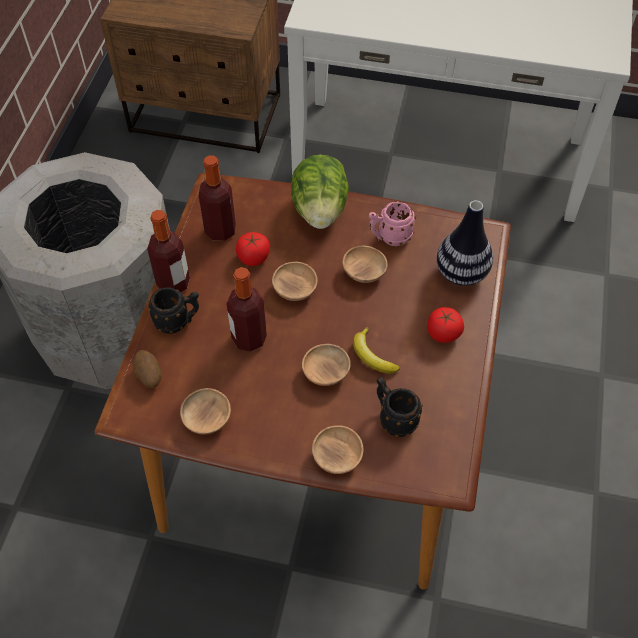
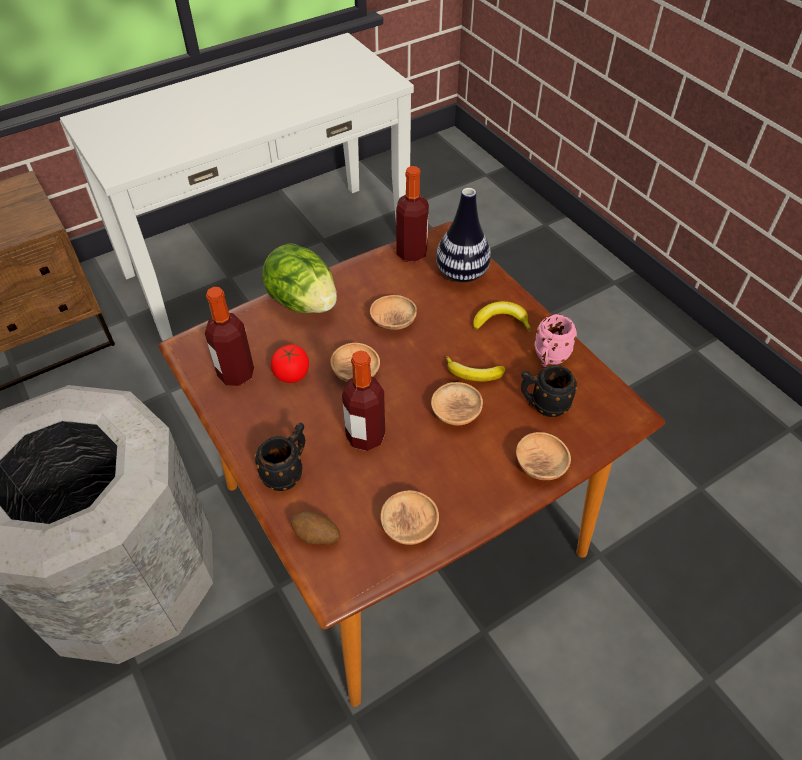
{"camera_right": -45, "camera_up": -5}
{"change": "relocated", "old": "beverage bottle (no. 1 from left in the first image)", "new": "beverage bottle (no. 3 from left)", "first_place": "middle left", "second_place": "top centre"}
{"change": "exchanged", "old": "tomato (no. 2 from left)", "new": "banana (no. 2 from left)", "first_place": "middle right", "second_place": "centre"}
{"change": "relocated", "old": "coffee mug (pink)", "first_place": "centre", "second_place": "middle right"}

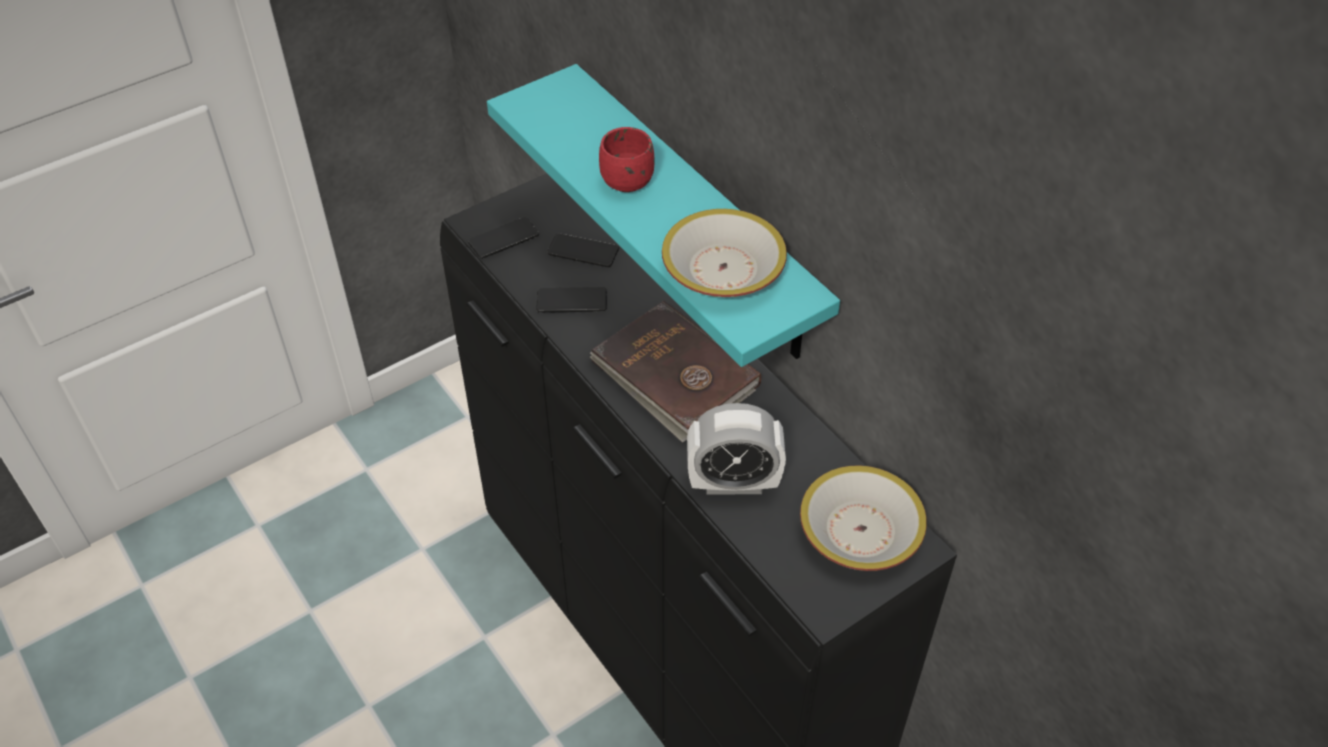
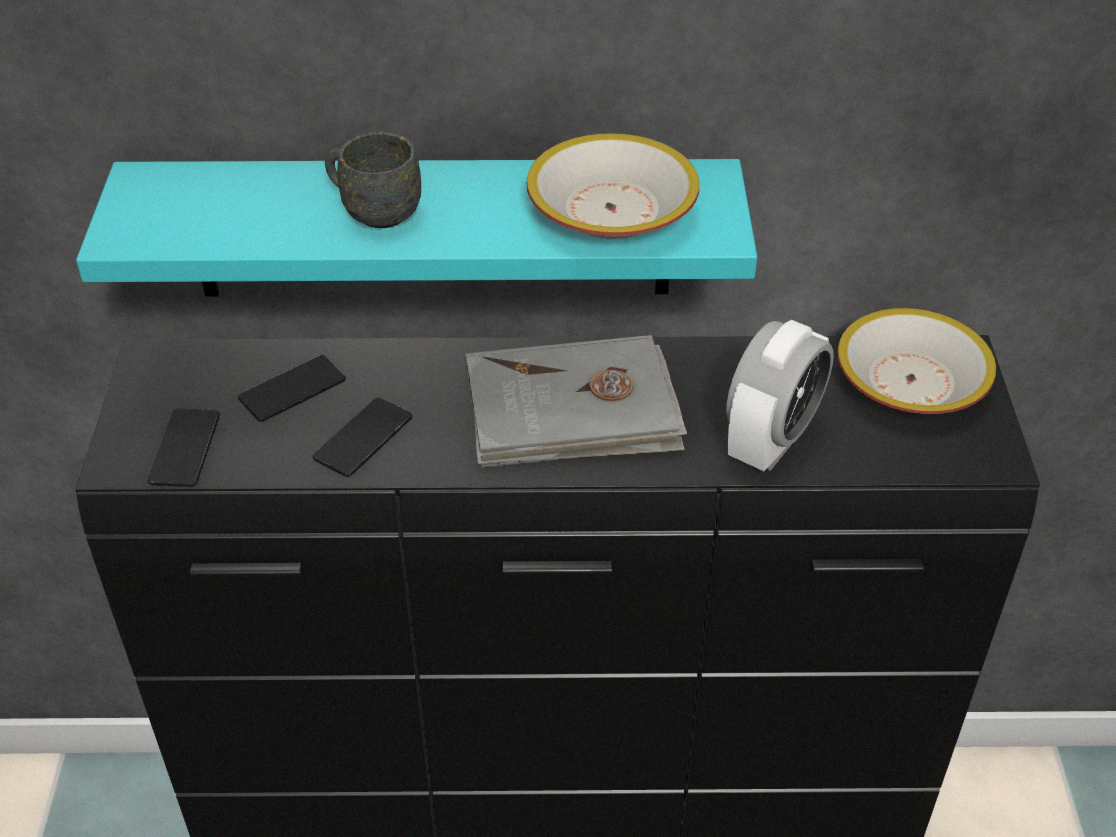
{"camera_right": -55, "camera_up": -5}
{"change": "colour", "old": "coffee mug (red)", "new": "coffee mug (grey)", "first_place": "top centre", "second_place": "top centre"}
{"change": "colour", "old": "book (brown)", "new": "book (grey)", "first_place": "centre", "second_place": "centre"}

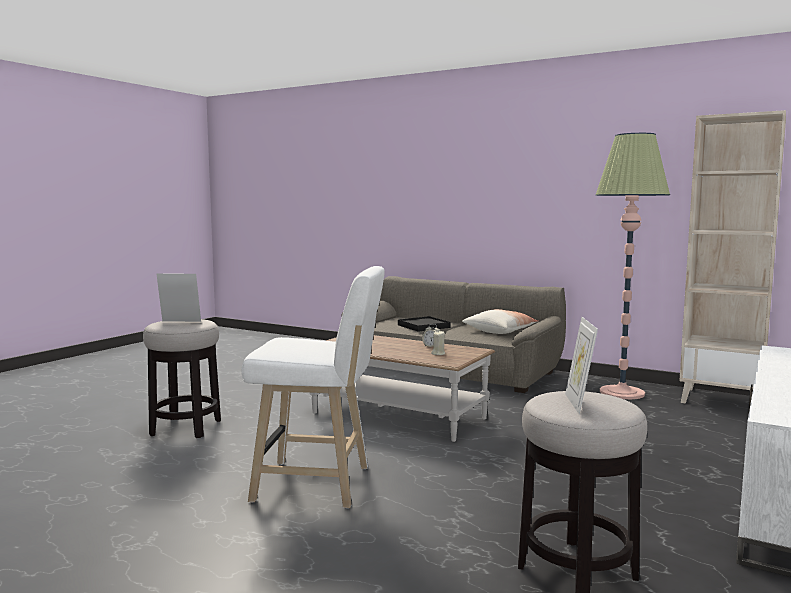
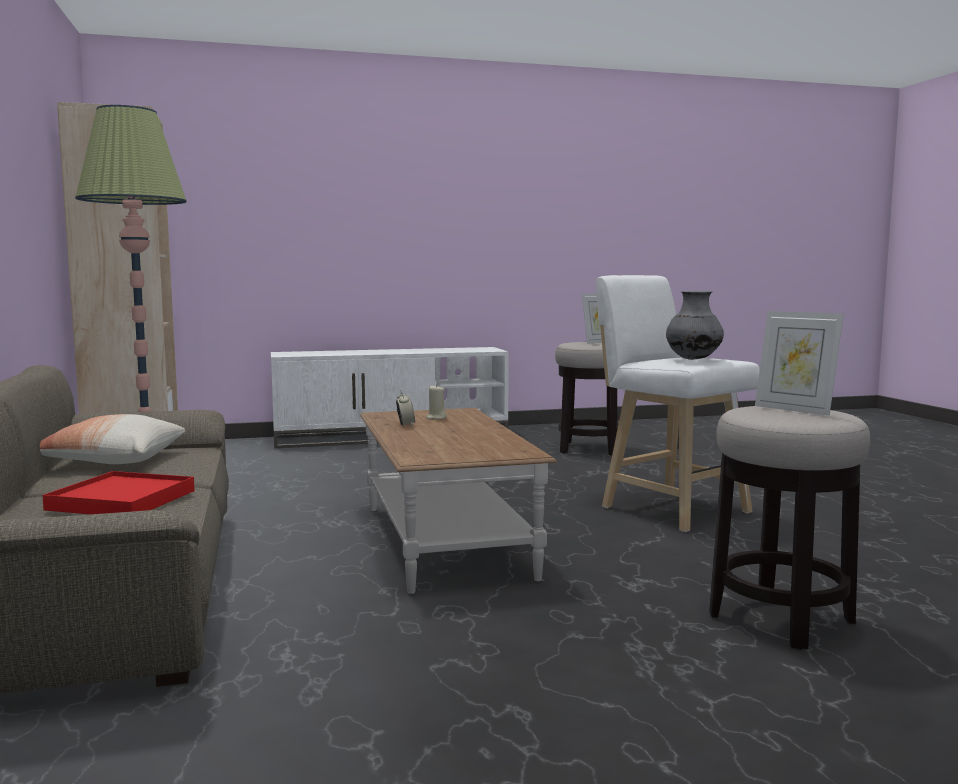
{"camera_right": -135, "camera_up": 0}
{"change": "colour", "old": "serving tray (blackish)", "new": "serving tray (red)", "first_place": "centre", "second_place": "middle left"}
{"change": "appeared", "new": "flower vase (grey)", "second_place": "middle right"}

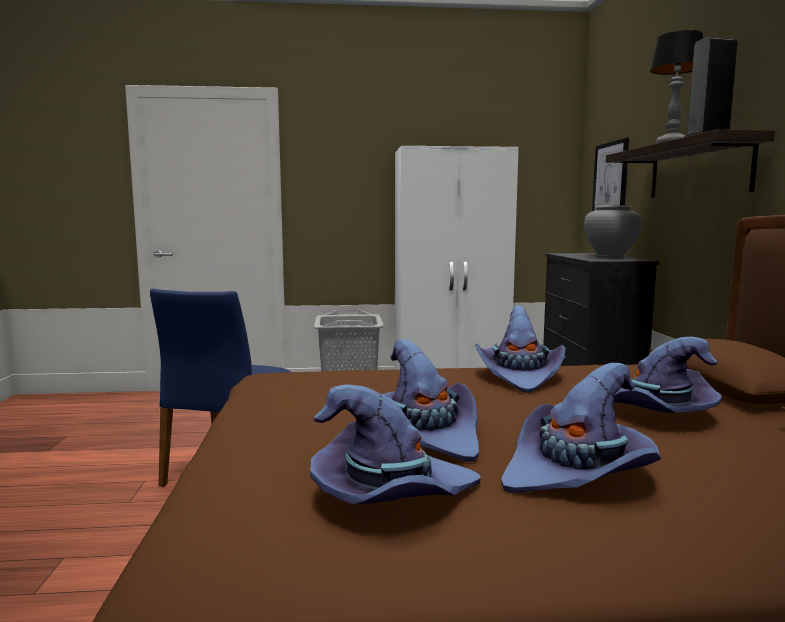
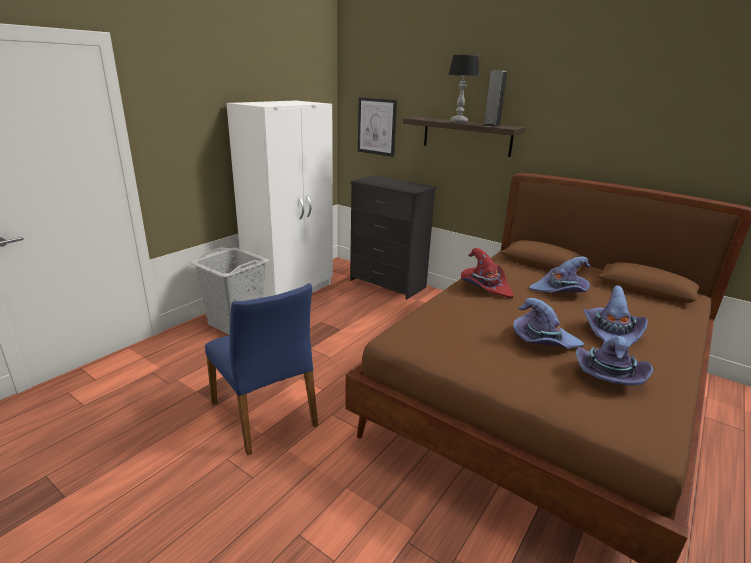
{"camera_right": -50, "camera_up": 15}
{"change": "colour", "old": "hat (purple-coloured) (no. 3 from left)", "new": "hat (red)", "first_place": "centre", "second_place": "centre"}
{"change": "missing", "old": "flower vase (grey)", "first_place": "middle right"}

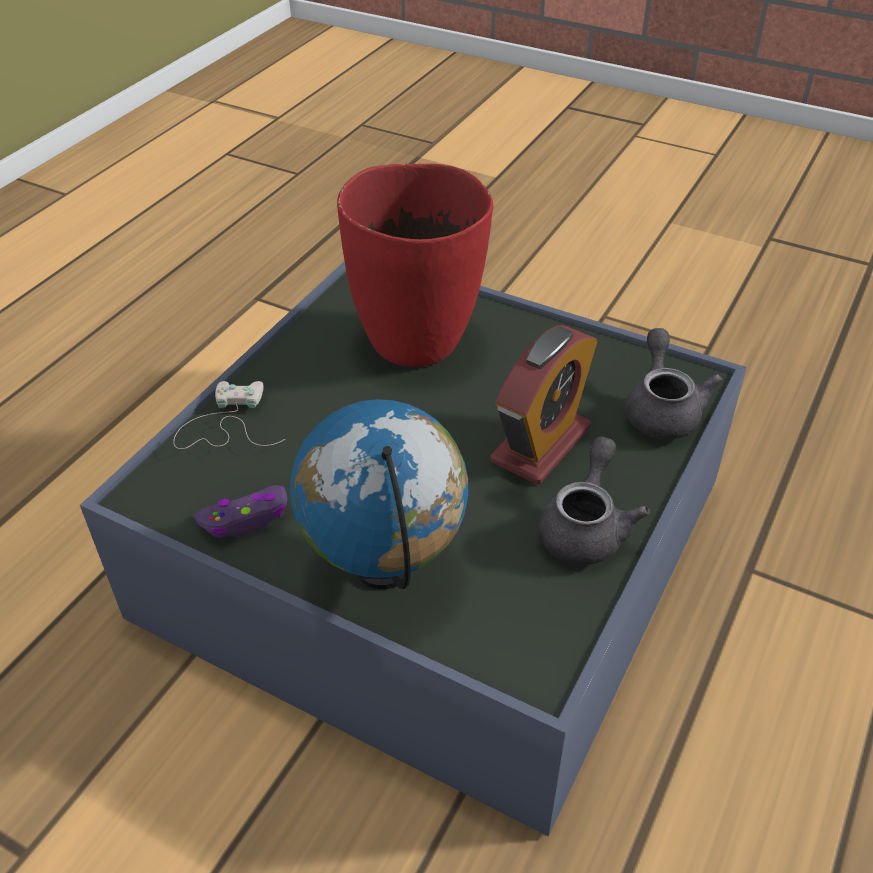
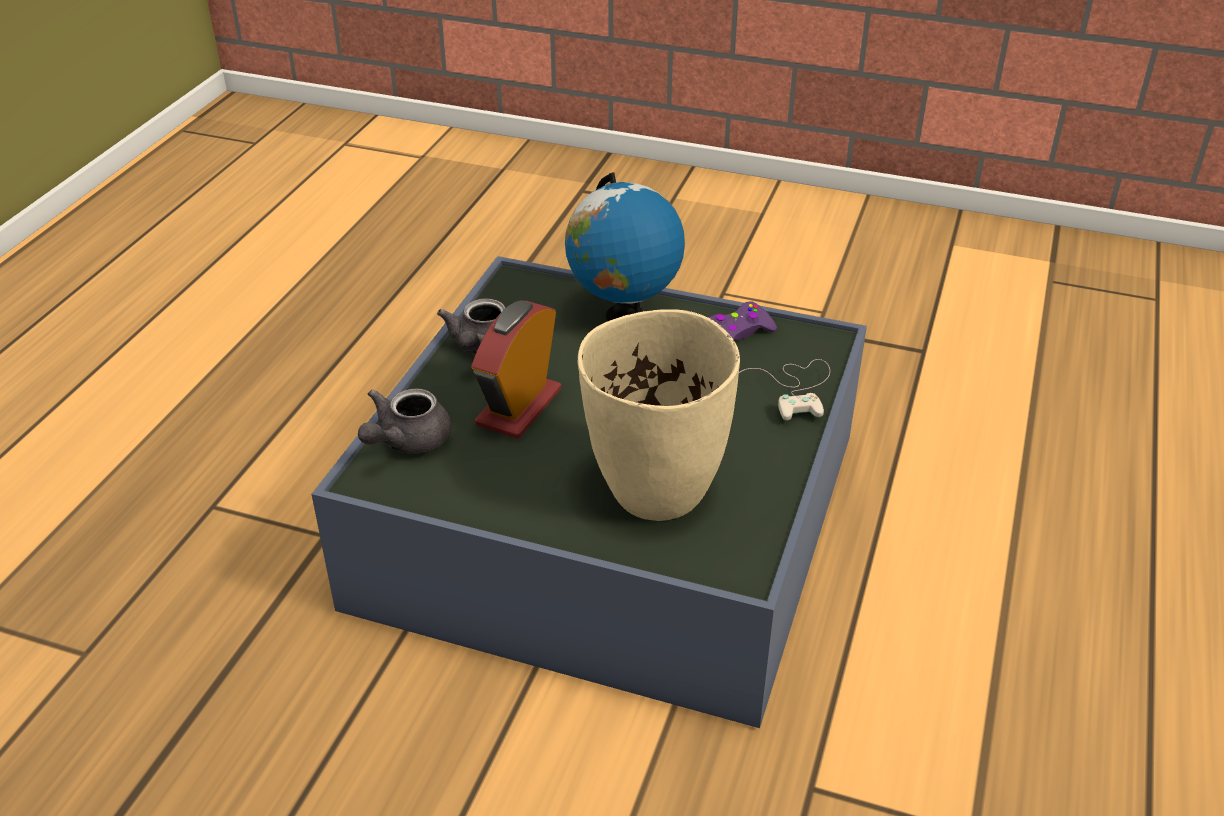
{"camera_right": 170, "camera_up": -5}
{"change": "spun", "old": "tea pot (grey) (no. 2 from left in the first image)", "first_place": "middle right", "second_place": "middle left", "degrees": 45}
{"change": "colour", "old": "flower vase (red)", "new": "flower vase (beige)", "first_place": "top centre", "second_place": "centre"}

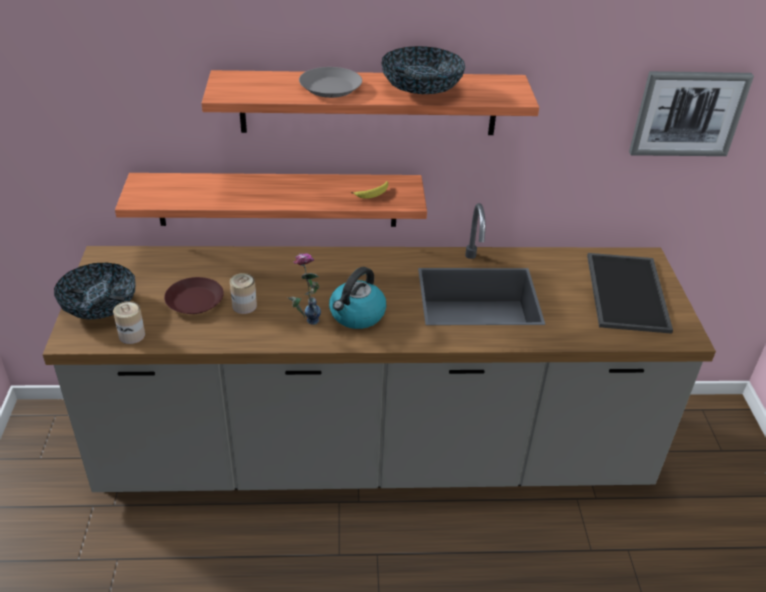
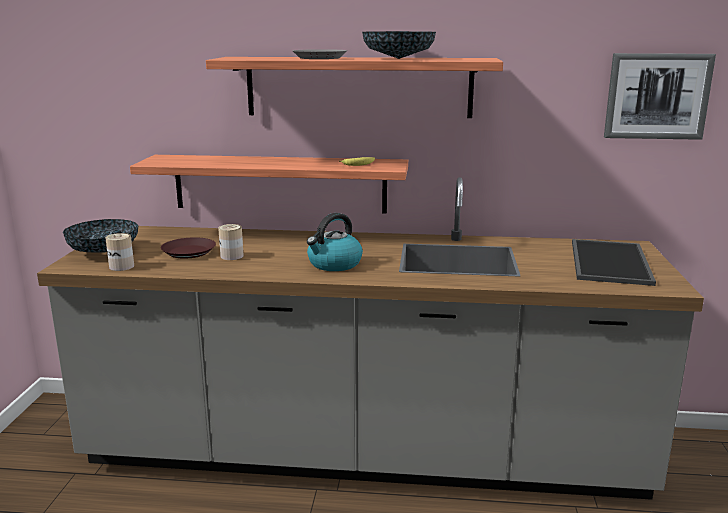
{"camera_right": 10, "camera_up": -20}
{"change": "missing", "old": "flower vase", "first_place": "centre"}

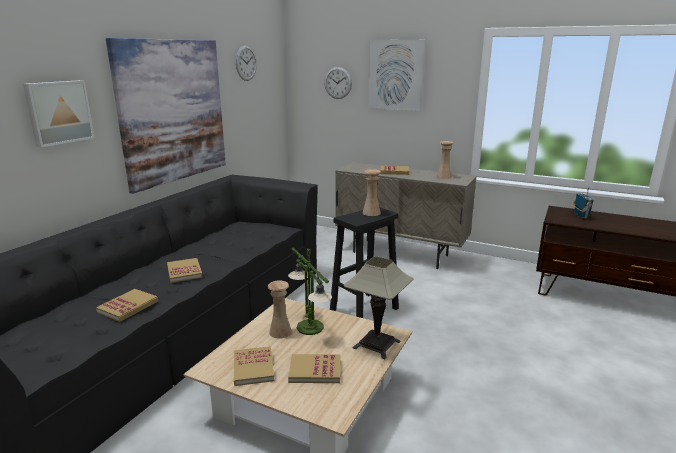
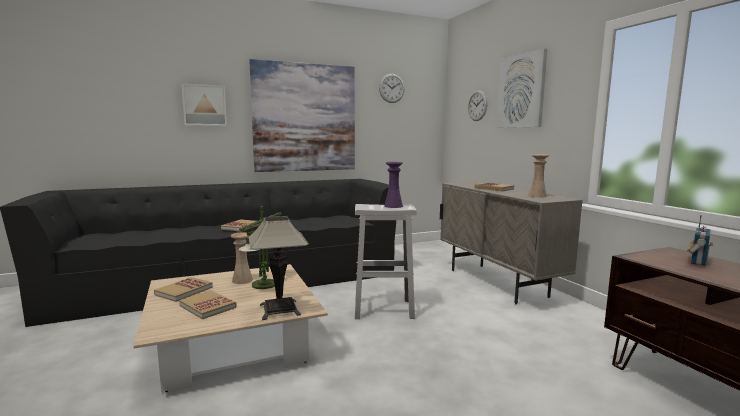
{"camera_right": 40, "camera_up": -10}
{"change": "colour", "old": "stool (blackish)", "new": "stool (white-coloured)", "first_place": "centre", "second_place": "centre"}
{"change": "colour", "old": "flower vase (beige) (no. 2 from left)", "new": "flower vase (purple-coloured)", "first_place": "centre", "second_place": "centre"}
{"change": "missing", "old": "book (no. 1 from left)", "first_place": "bottom left"}

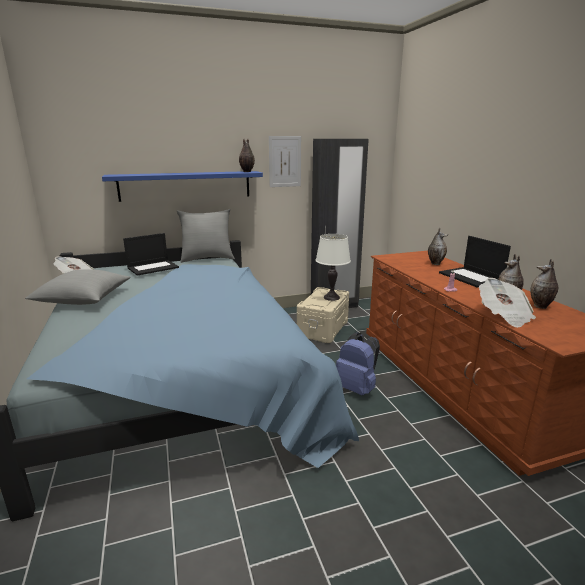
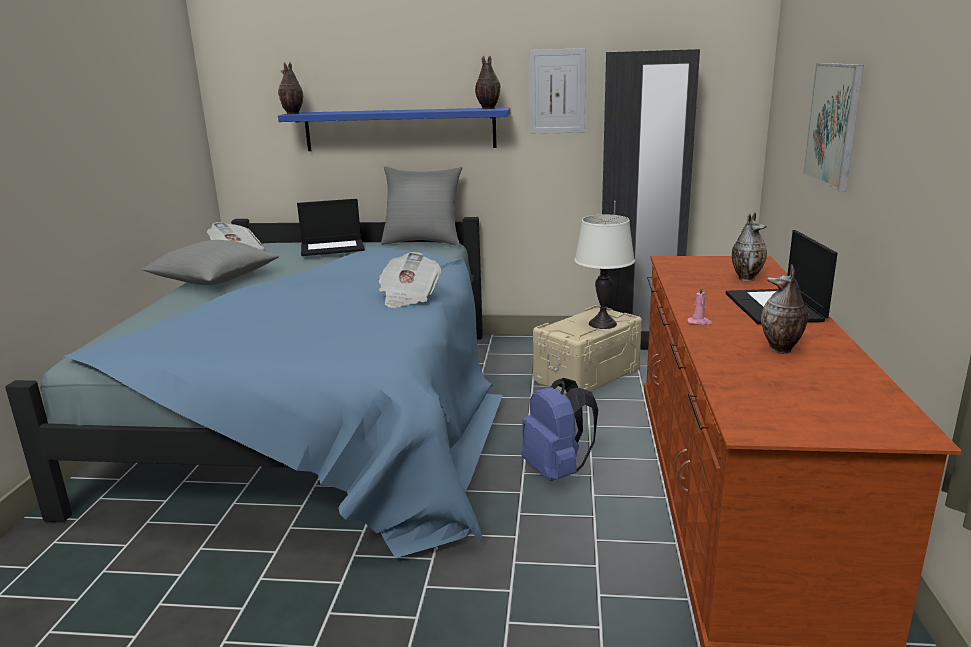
{"camera_right": 25, "camera_up": 0}
{"change": "relocated", "old": "flower vase (no. 4 from left in the first image)", "new": "flower vase (no. 1 from left)", "first_place": "middle right", "second_place": "top left"}
{"change": "relocated", "old": "daily paper (no. 2 from left)", "first_place": "middle right", "second_place": "centre"}
{"change": "appeared", "new": "wall art (no. 2 from left)", "second_place": "top right"}

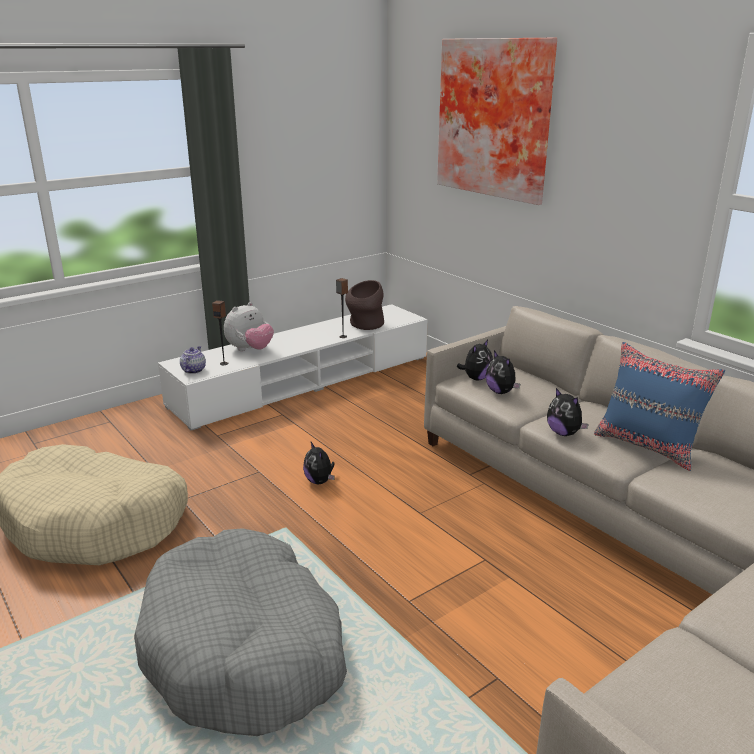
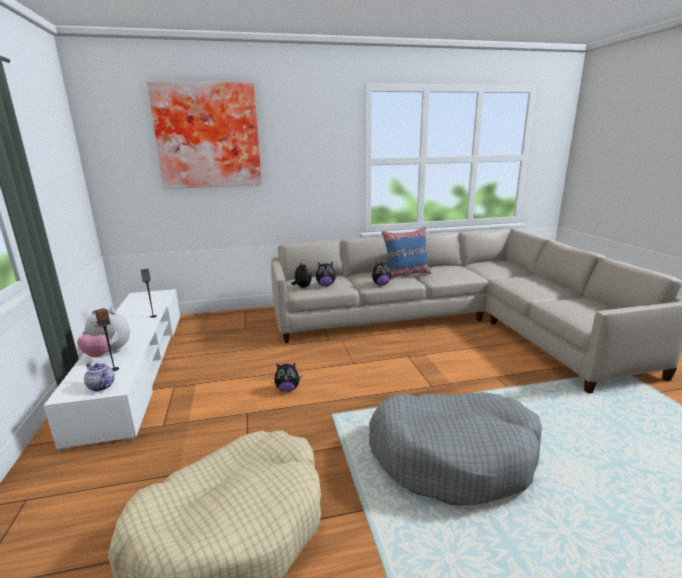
{"camera_right": -65, "camera_up": -5}
{"change": "spun", "old": "plush toy (no. 1 from left)", "first_place": "middle left", "second_place": "middle left", "degrees": 120}
{"change": "missing", "old": "flower vase (brown)", "first_place": "centre"}

